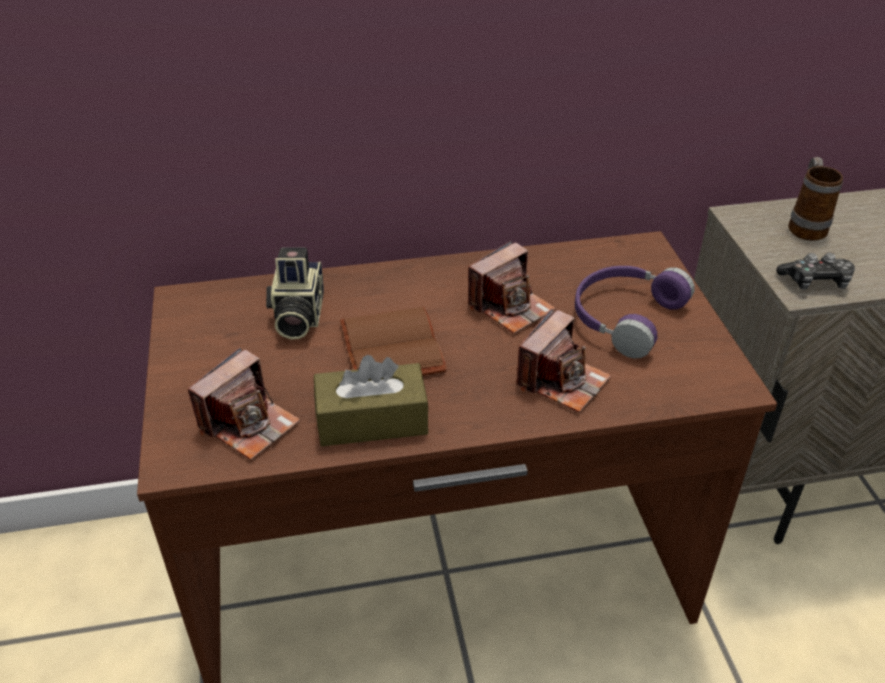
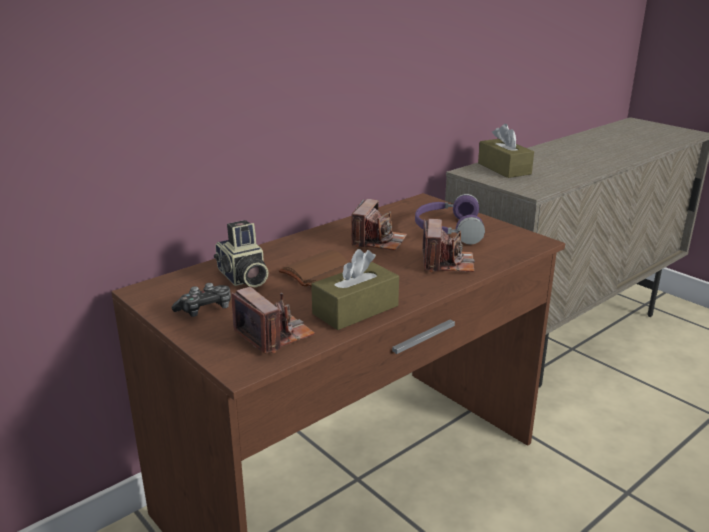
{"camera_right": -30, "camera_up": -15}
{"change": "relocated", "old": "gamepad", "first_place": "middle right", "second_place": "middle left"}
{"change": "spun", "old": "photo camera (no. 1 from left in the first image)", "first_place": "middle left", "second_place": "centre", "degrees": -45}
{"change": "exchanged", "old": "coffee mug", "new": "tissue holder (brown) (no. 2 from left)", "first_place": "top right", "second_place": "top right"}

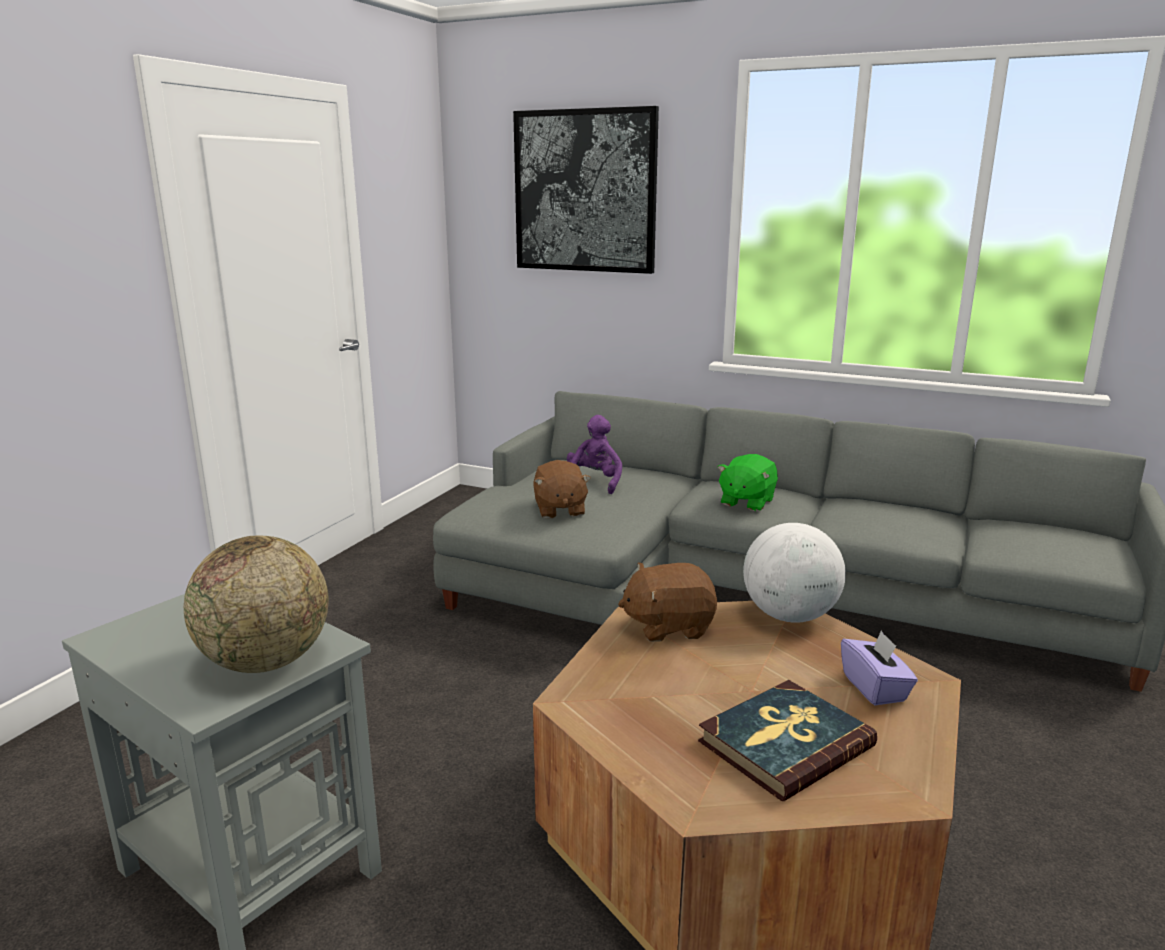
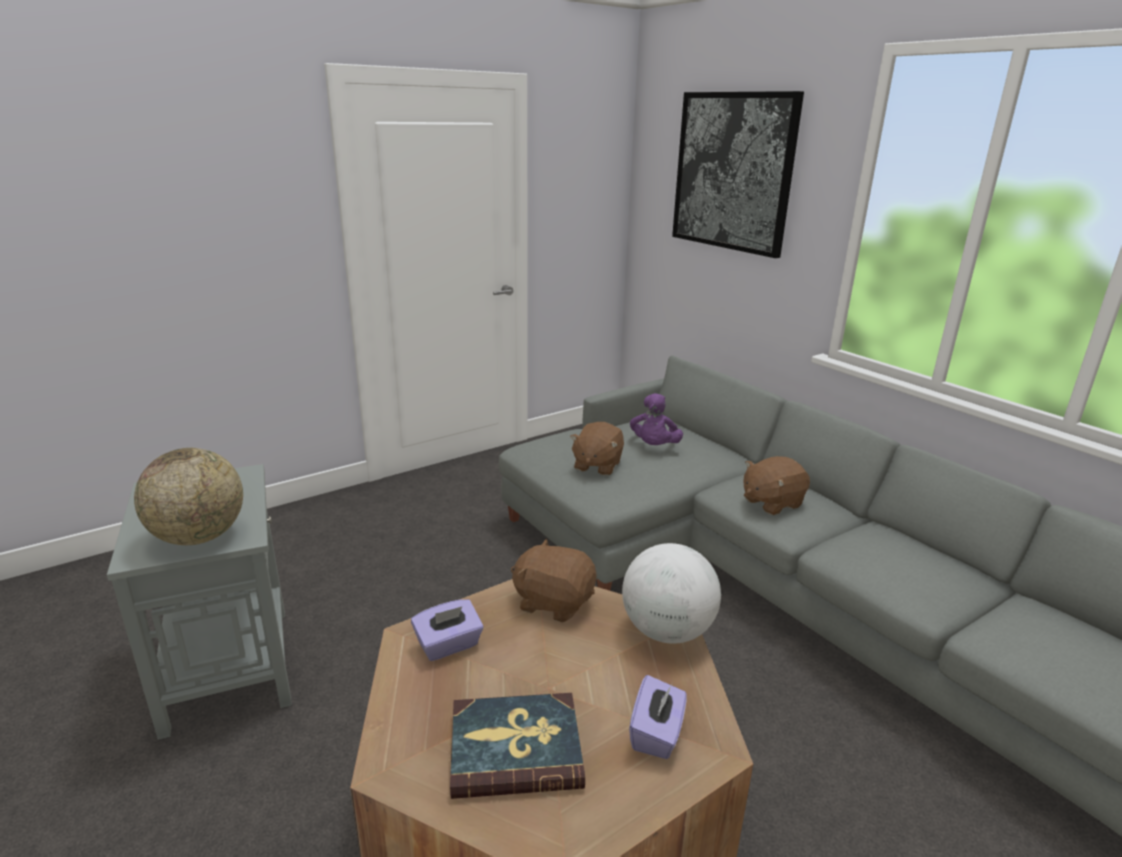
{"camera_right": 30, "camera_up": 5}
{"change": "appeared", "new": "tissue holder (purple-coloured) (no. 1 from left)", "second_place": "bottom centre"}
{"change": "spun", "old": "plush toy (purple-coloured)", "first_place": "centre", "second_place": "centre", "degrees": 150}
{"change": "colour", "old": "plush toy (green)", "new": "plush toy (brown) (no. 3 from left)", "first_place": "centre", "second_place": "middle right"}

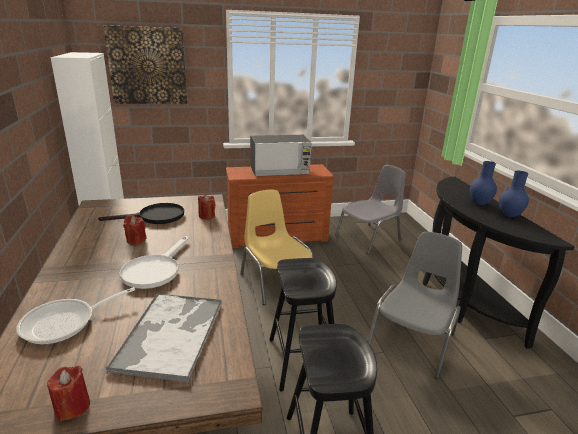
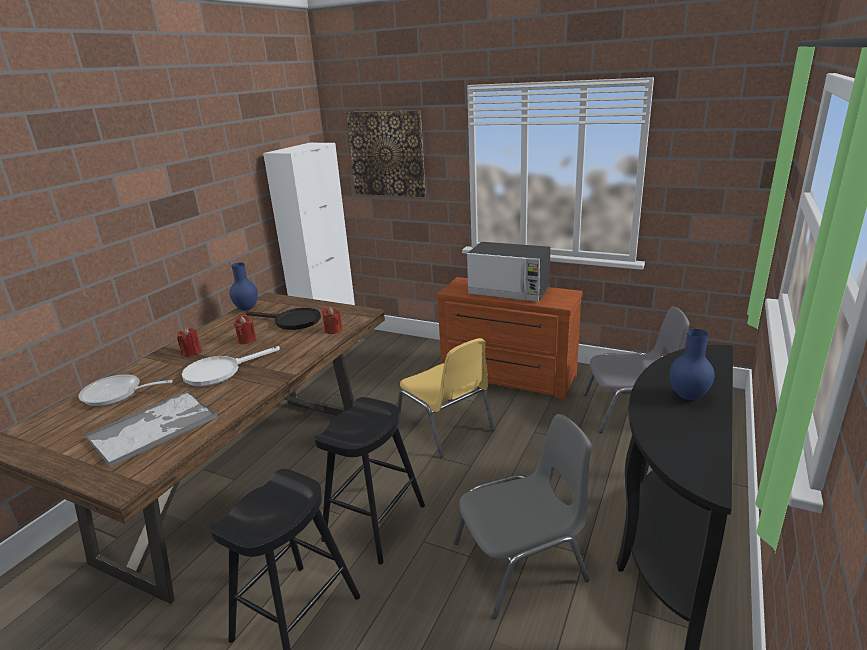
{"camera_right": 40, "camera_up": 0}
{"change": "relocated", "old": "wax light (red) (no. 1 from left)", "first_place": "bottom left", "second_place": "middle left"}
{"change": "relocated", "old": "flower vase (blue-coloured) (no. 2 from left in the first image)", "new": "flower vase (blue-coloured) (no. 1 from left)", "first_place": "middle right", "second_place": "middle left"}
{"change": "spun", "old": "plain chair (yellowish)", "first_place": "centre", "second_place": "centre", "degrees": 135}

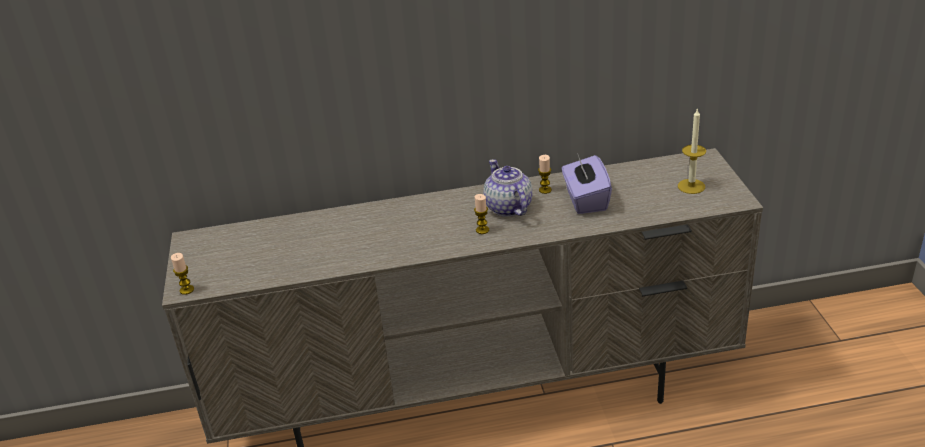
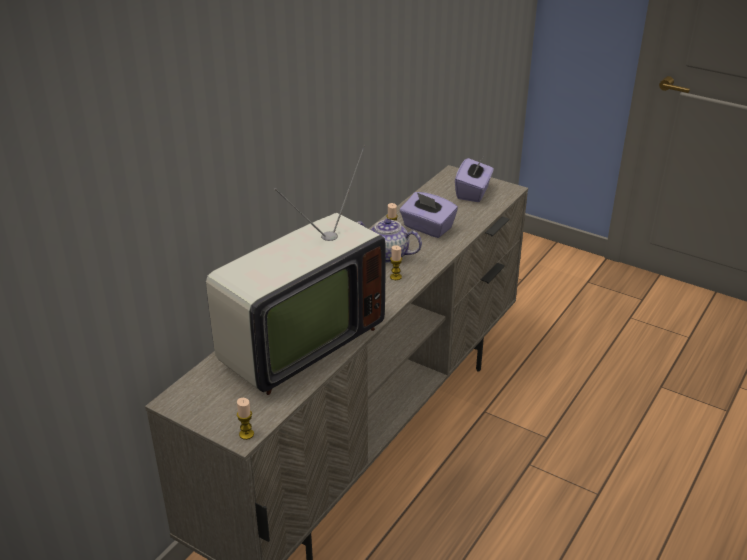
{"camera_right": -50, "camera_up": 0}
{"change": "appeared", "new": "television", "second_place": "centre"}
{"change": "exchanged", "old": "wax light (no. 4 from left)", "new": "tissue holder (purple-coloured) (no. 2 from left)", "first_place": "middle right", "second_place": "top centre"}

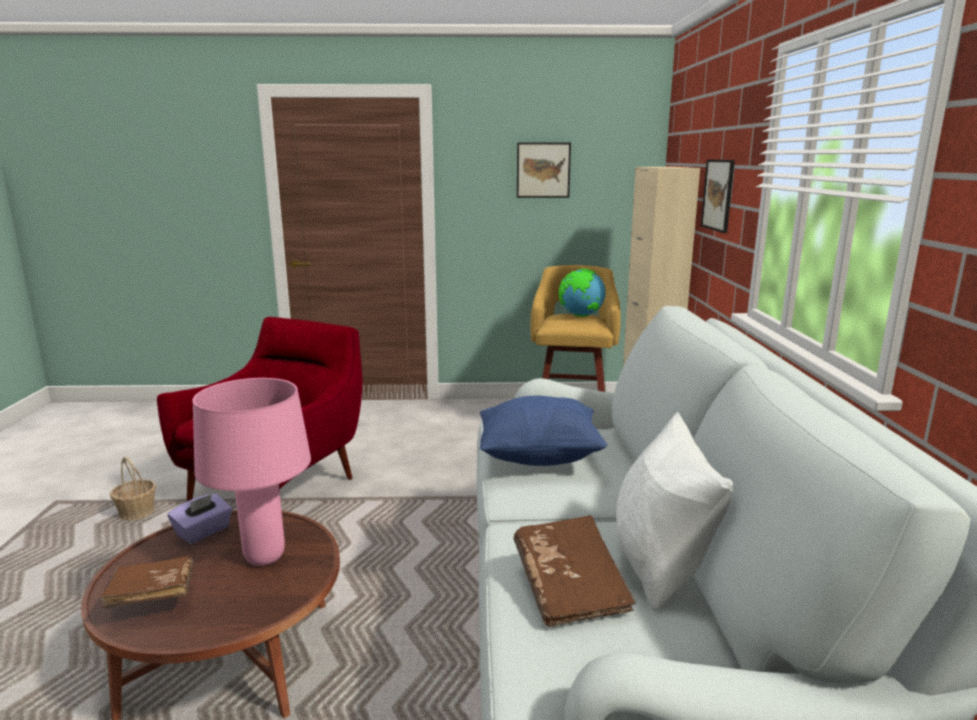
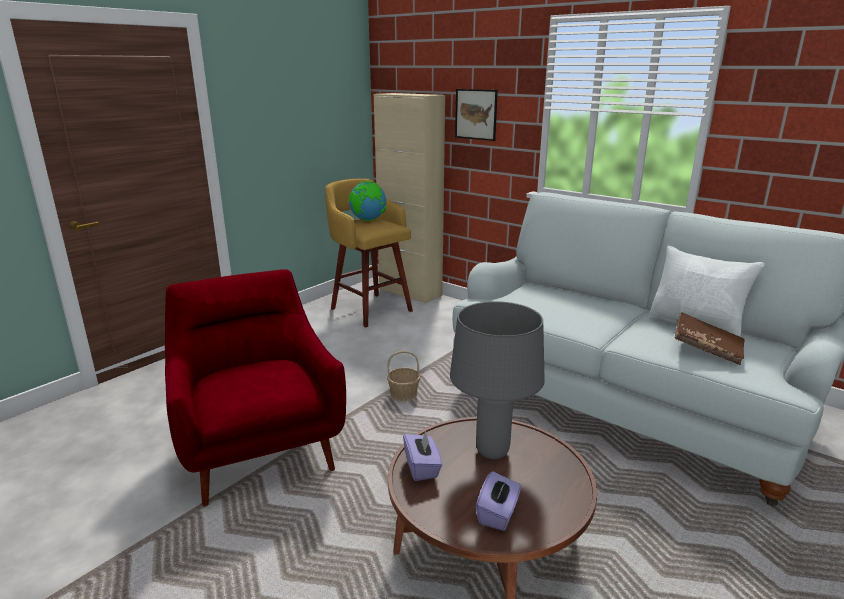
{"camera_right": -50, "camera_up": 5}
{"change": "relocated", "old": "household basket", "first_place": "bottom left", "second_place": "centre"}
{"change": "colour", "old": "lamp for a table (pink)", "new": "lamp for a table (grey)", "first_place": "middle left", "second_place": "centre"}
{"change": "exchanged", "old": "book (brown) (no. 1 from left)", "new": "tissue holder (purple-coloured) (no. 2 from left)", "first_place": "bottom left", "second_place": "bottom centre"}
{"change": "missing", "old": "pillow (blue-coloured)", "first_place": "centre"}
{"change": "missing", "old": "wall art (no. 1 from left)", "first_place": "top centre"}

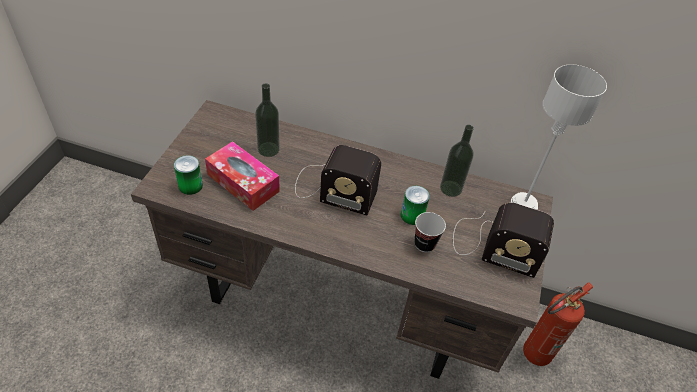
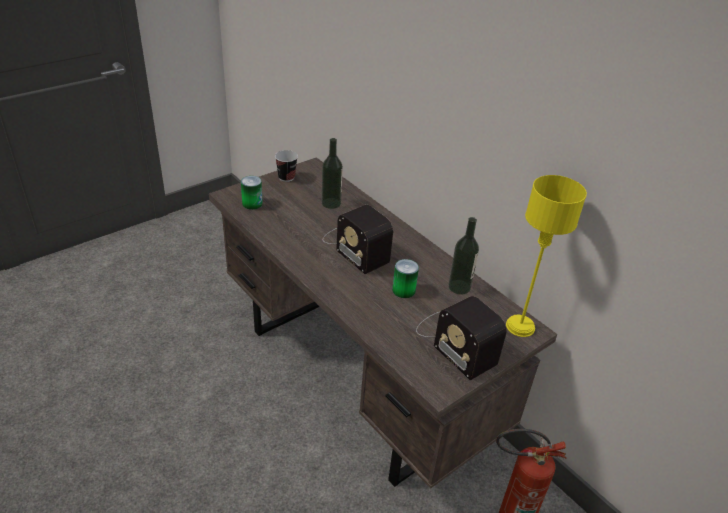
{"camera_right": 35, "camera_up": -10}
{"change": "relocated", "old": "small cup", "first_place": "centre", "second_place": "top centre"}
{"change": "colour", "old": "lamp for a table (grey)", "new": "lamp for a table (yellowish)", "first_place": "middle right", "second_place": "middle right"}
{"change": "missing", "old": "tissue holder", "first_place": "centre"}

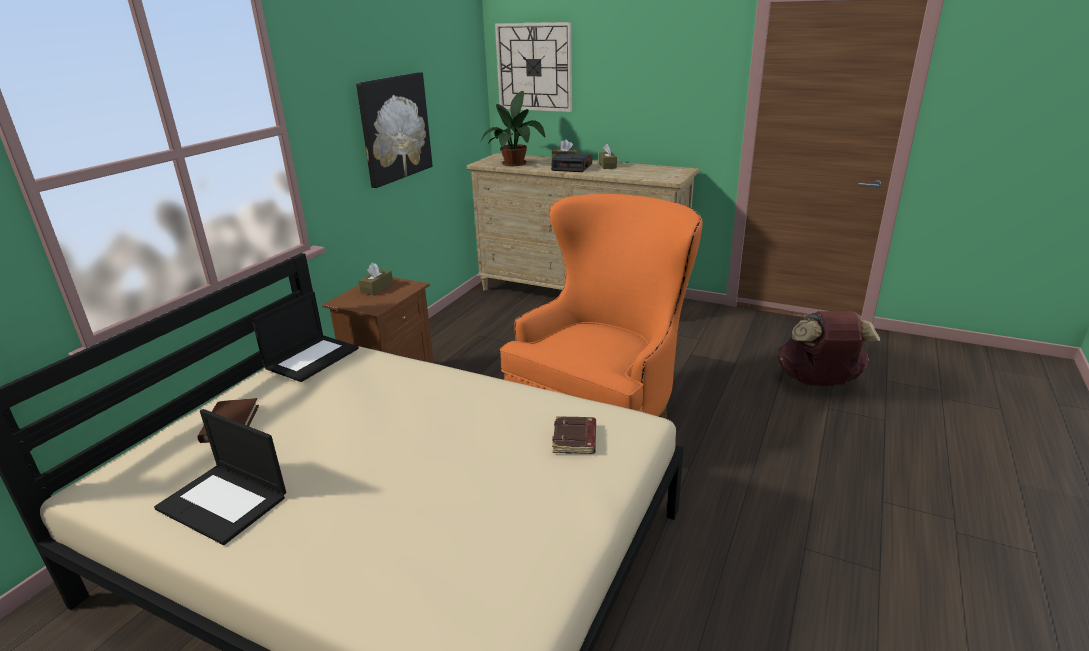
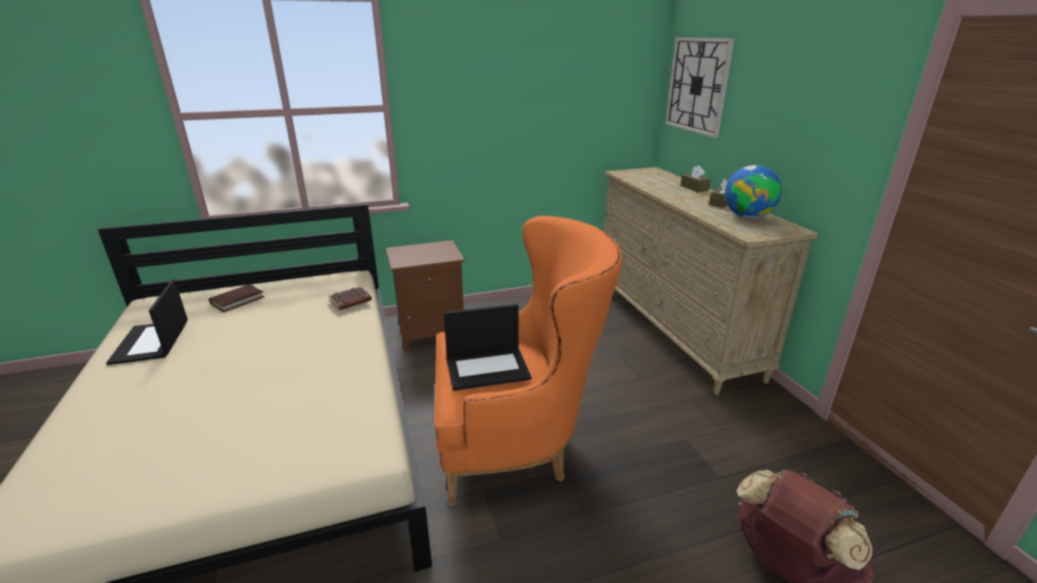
{"camera_right": 45, "camera_up": 0}
{"change": "relocated", "old": "book (brown) (no. 2 from left)", "first_place": "bottom centre", "second_place": "centre"}
{"change": "relocated", "old": "notebook computer (no. 2 from left)", "first_place": "middle left", "second_place": "centre"}
{"change": "appeared", "new": "desk globe", "second_place": "top right"}
{"change": "missing", "old": "wall art", "first_place": "top centre"}
{"change": "missing", "old": "tissue holder (brown) (no. 1 from left)", "first_place": "centre"}
{"change": "missing", "old": "potted plant", "first_place": "top centre"}
{"change": "missing", "old": "bedside clock", "first_place": "top centre"}

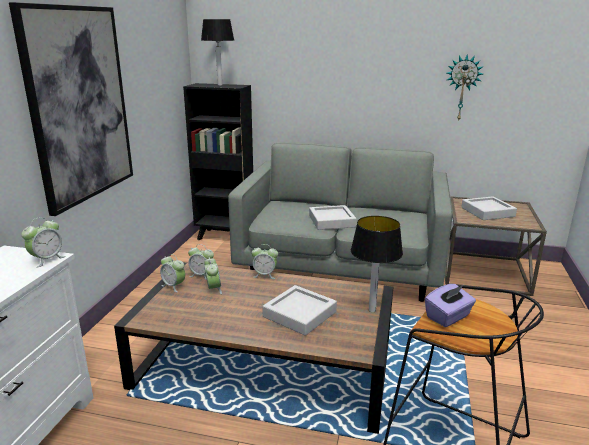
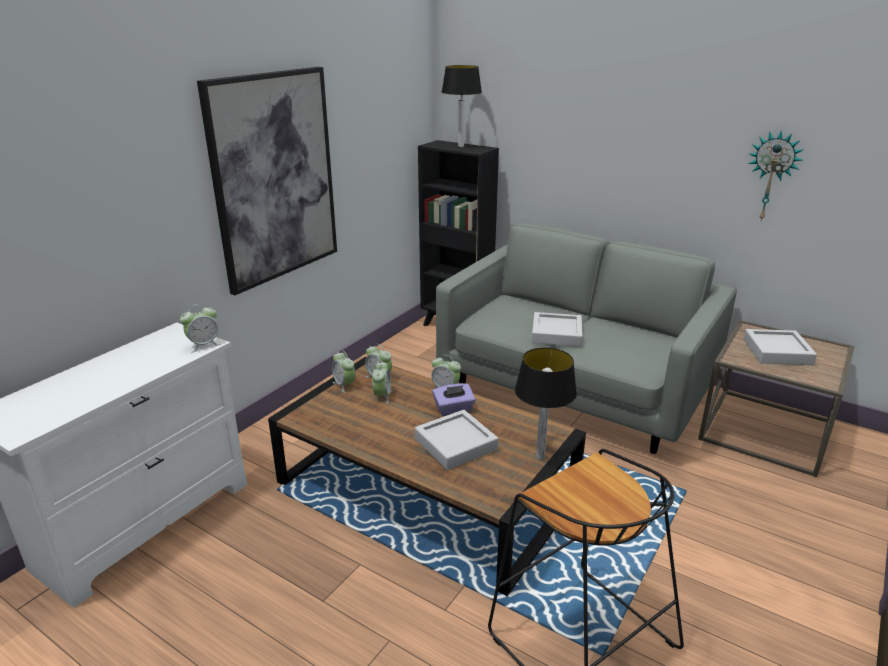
{"camera_right": 20, "camera_up": 5}
{"change": "relocated", "old": "tissue holder (purple-coloured)", "first_place": "bottom right", "second_place": "centre"}

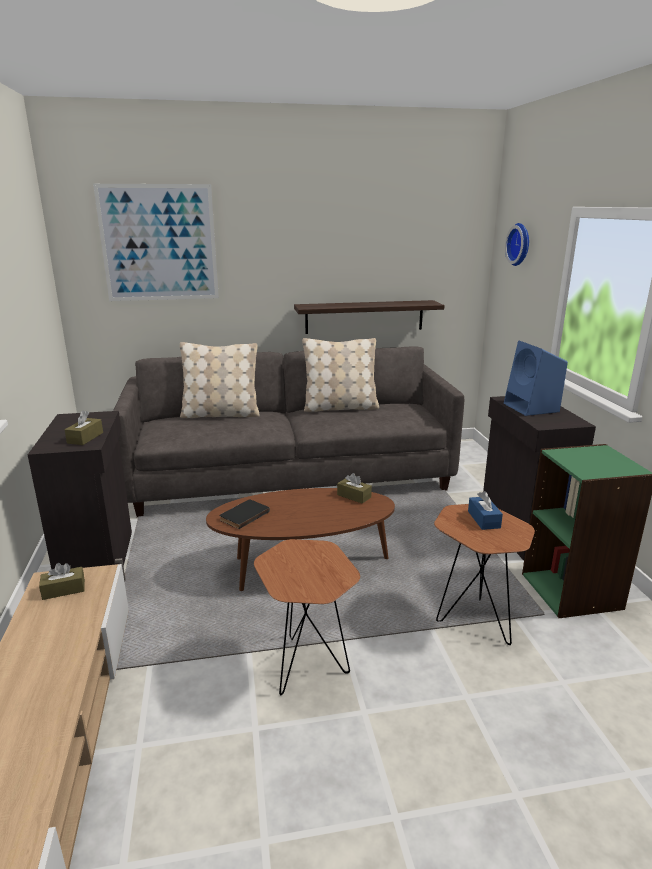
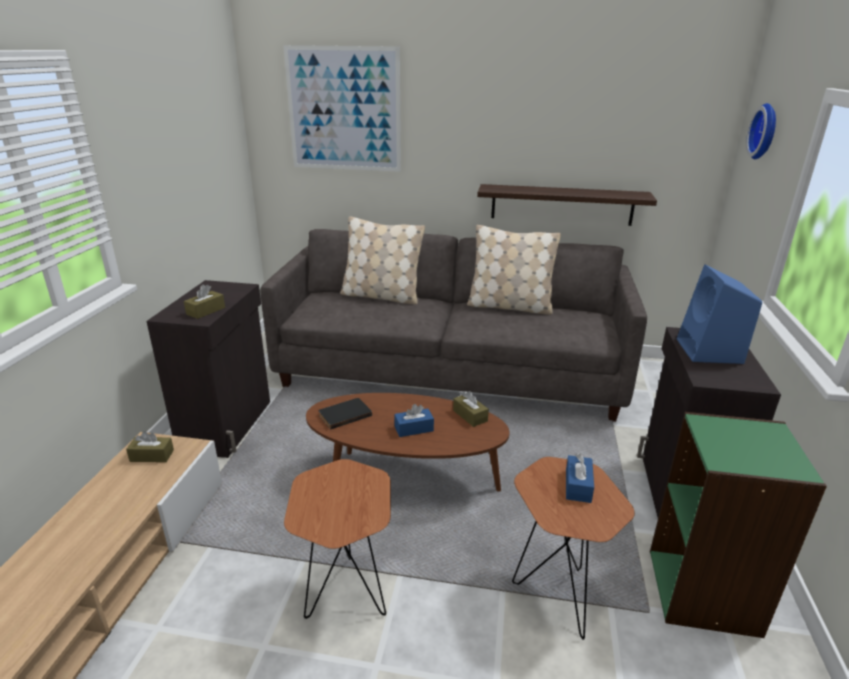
{"camera_right": 20, "camera_up": 5}
{"change": "appeared", "new": "tissue holder (blue-coloured) (no. 1 from left)", "second_place": "centre"}

